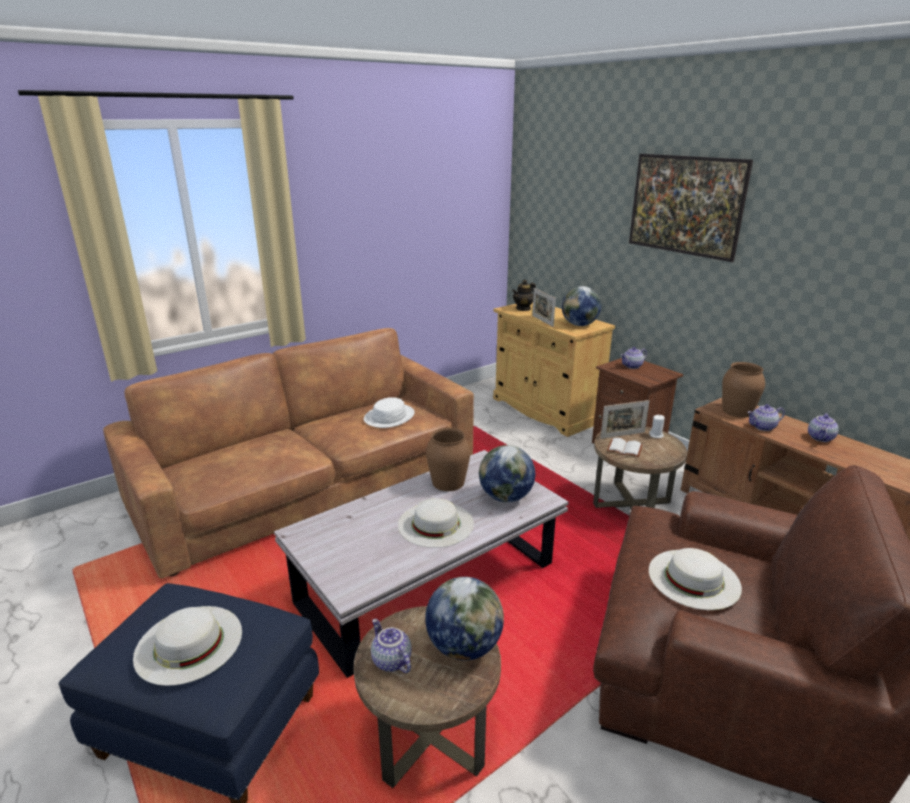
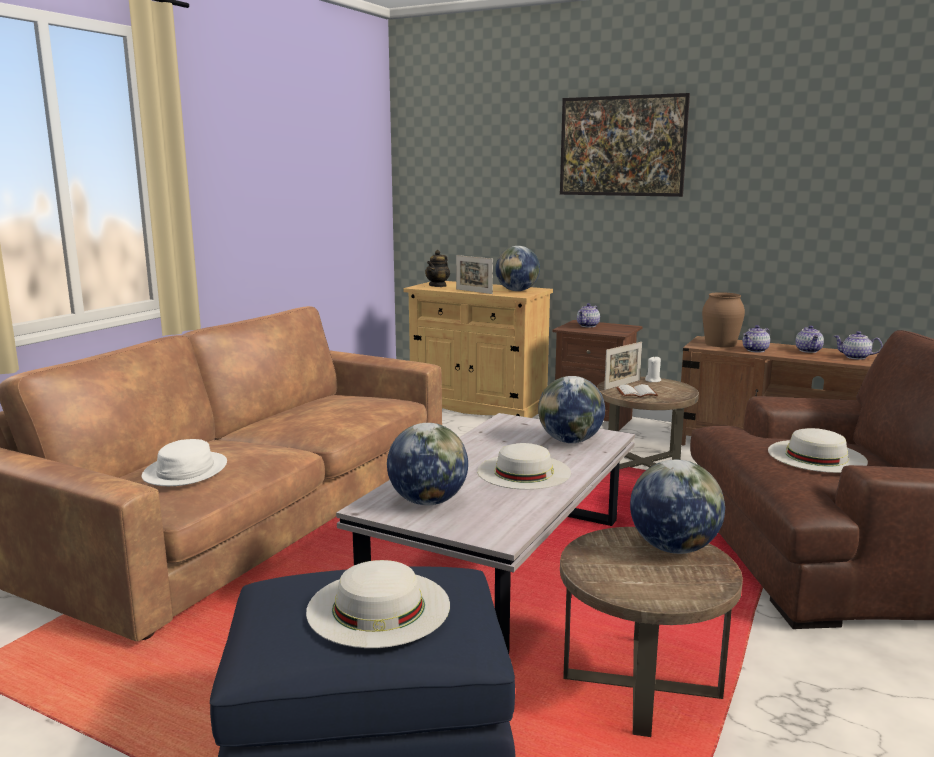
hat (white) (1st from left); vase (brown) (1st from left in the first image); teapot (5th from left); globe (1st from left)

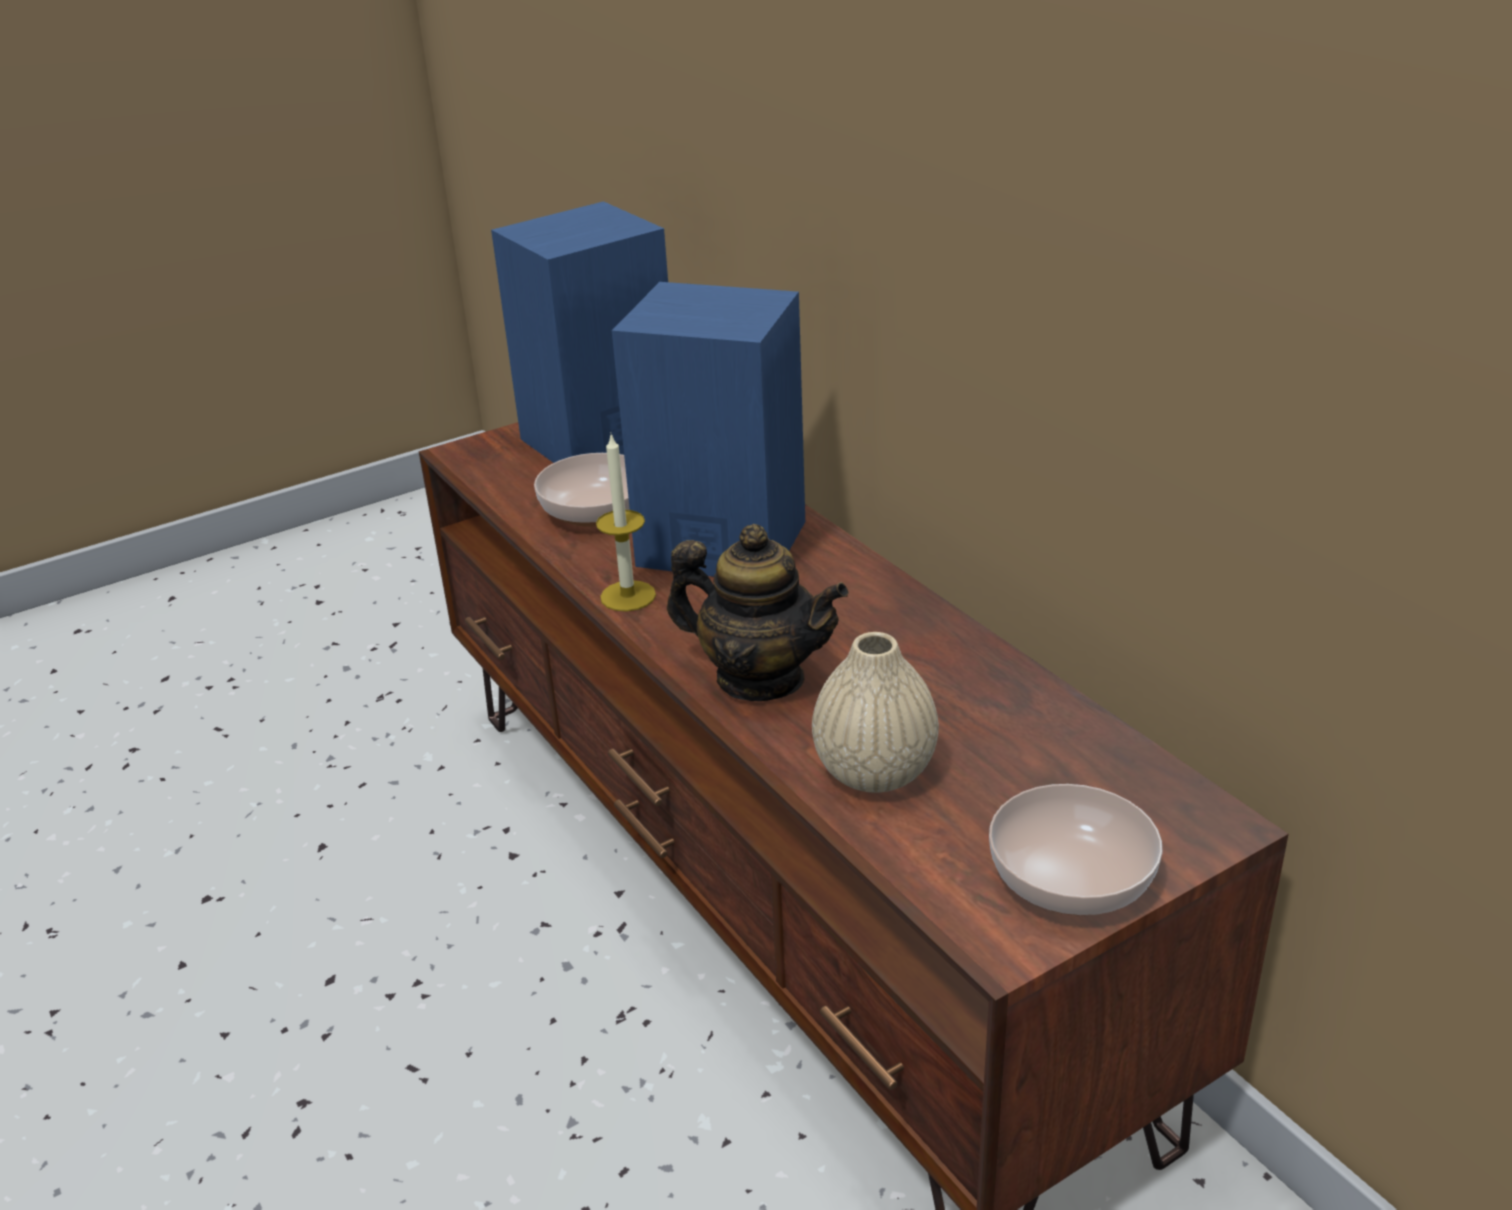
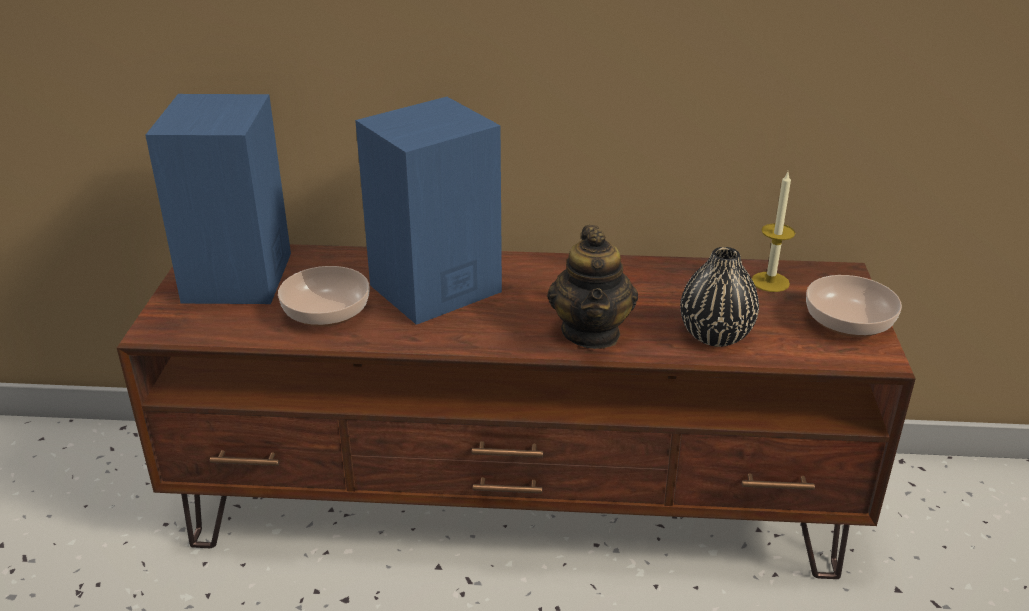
candle; teapot; vase (black)

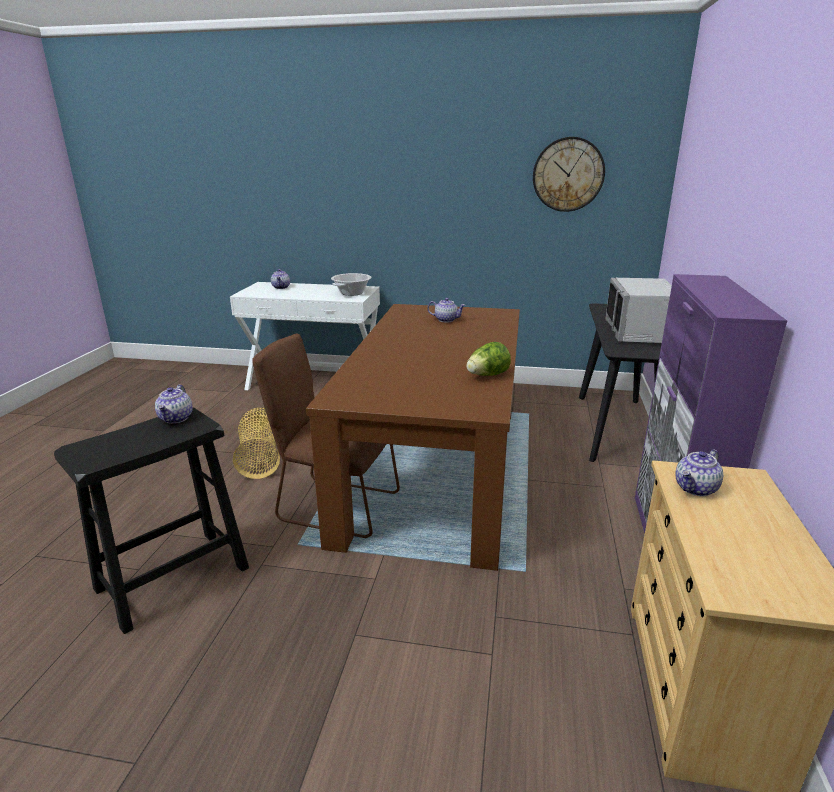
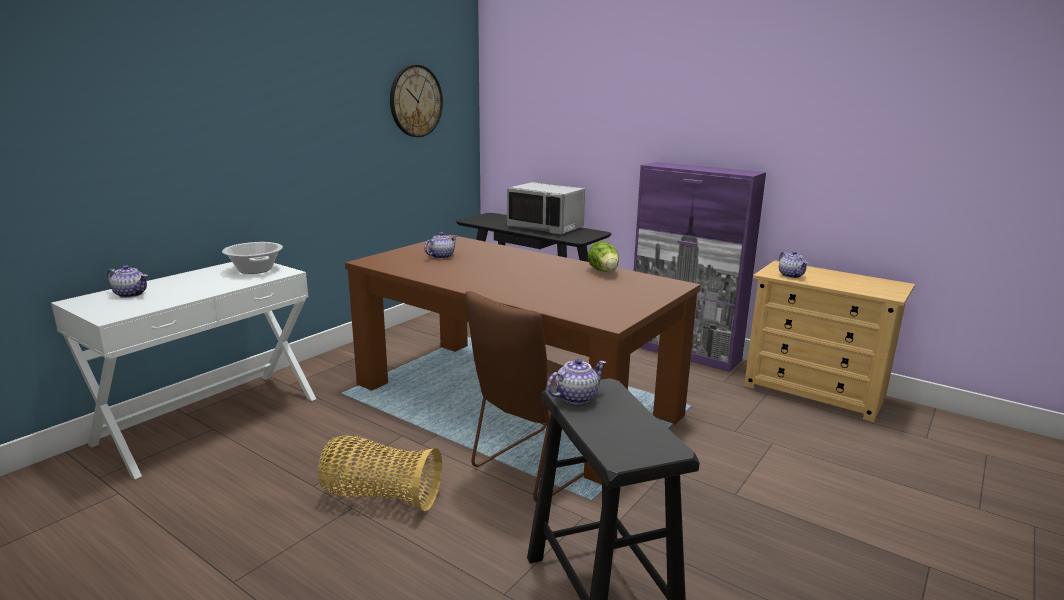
teapot (3rd from left)

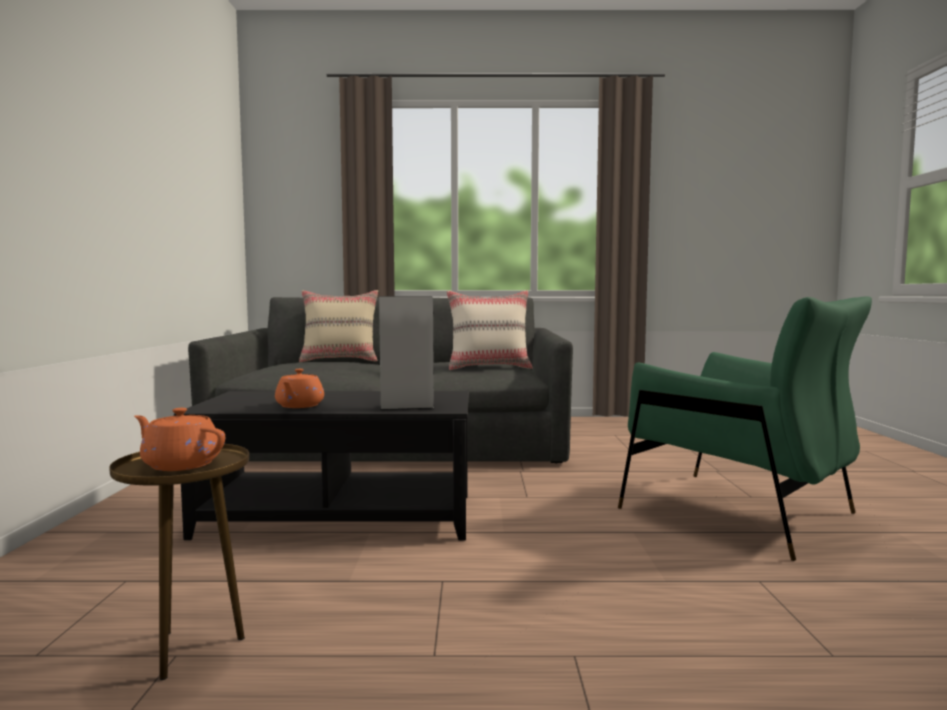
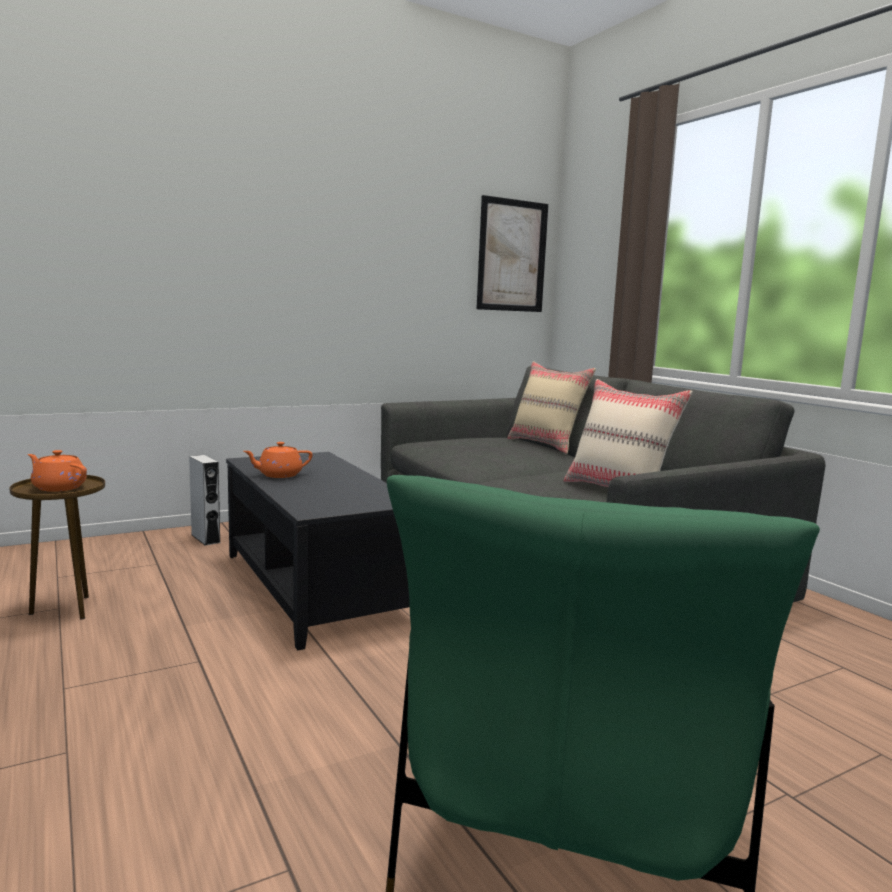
speaker (grey); teapot (orange) (1st from left); picture

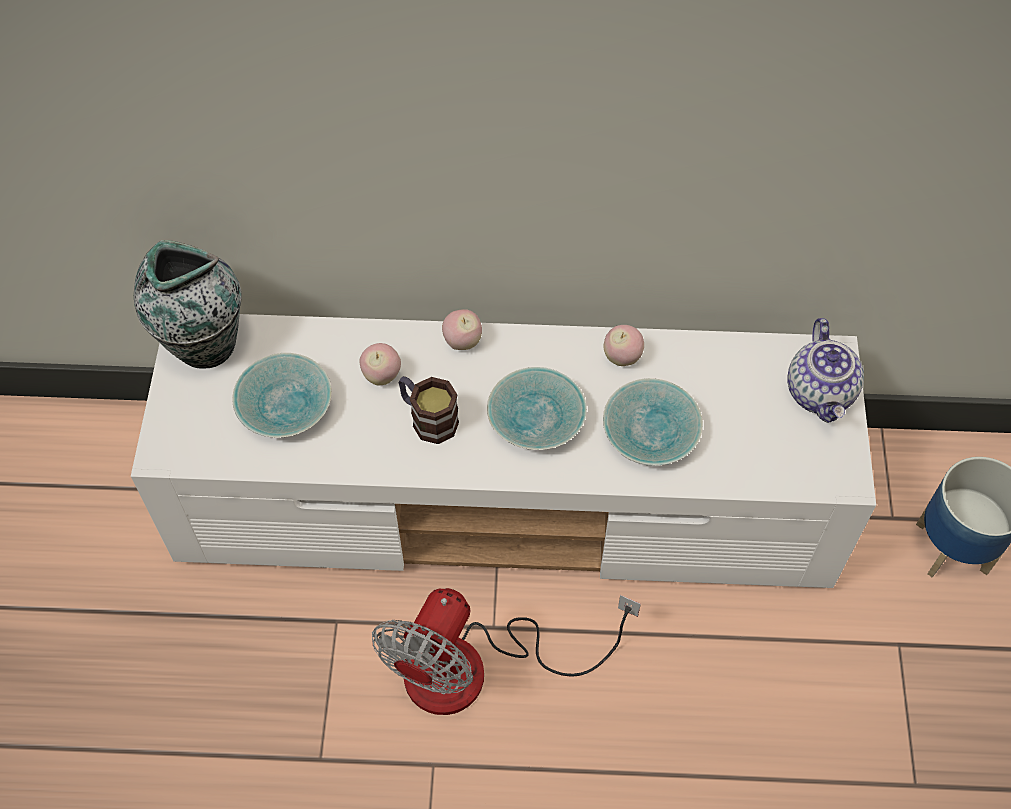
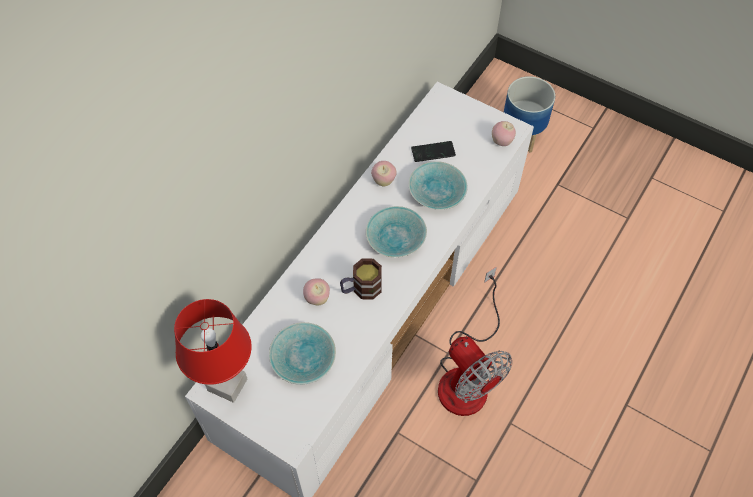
table lamp (red); apple (3rd from left); teapot; phone

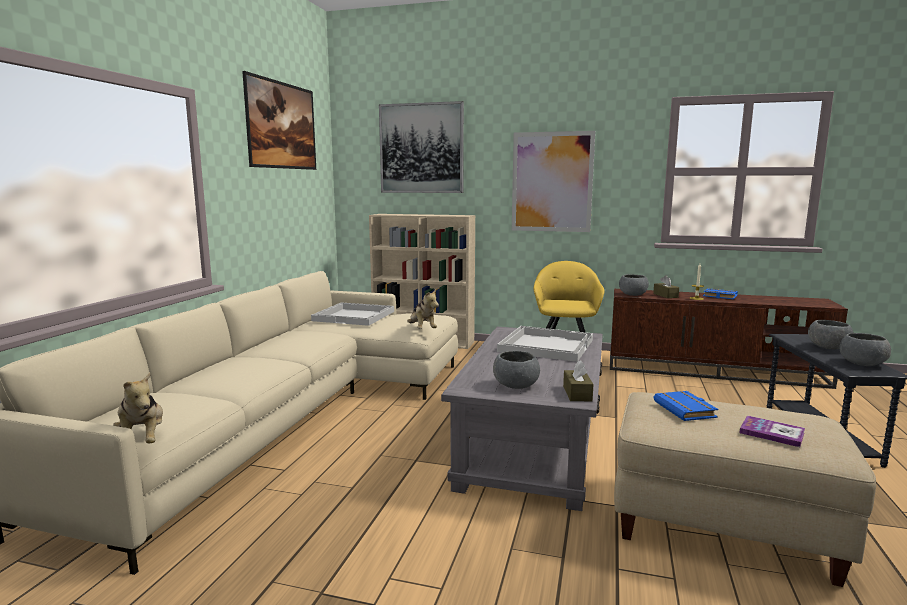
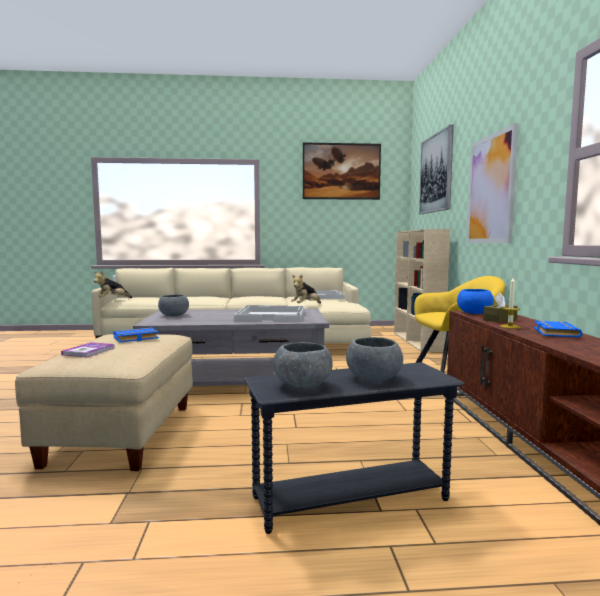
bowl (blue); tissue box (brown) (1st from left in the first image)

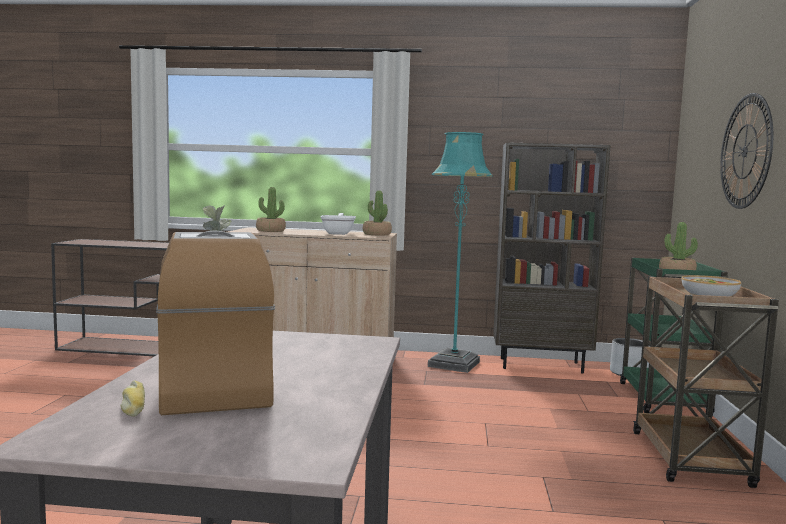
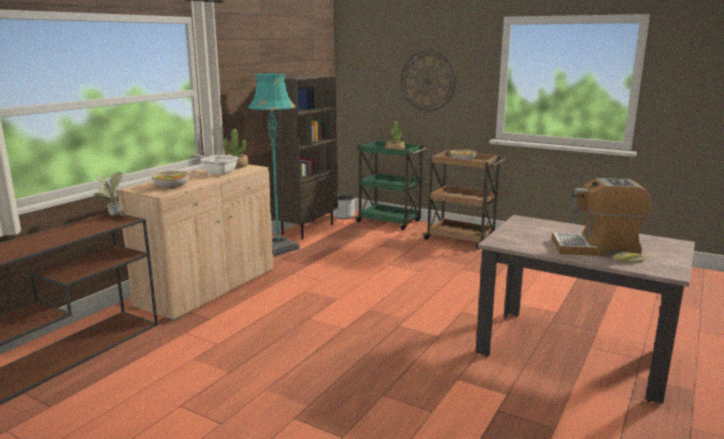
bowl (1st from left)

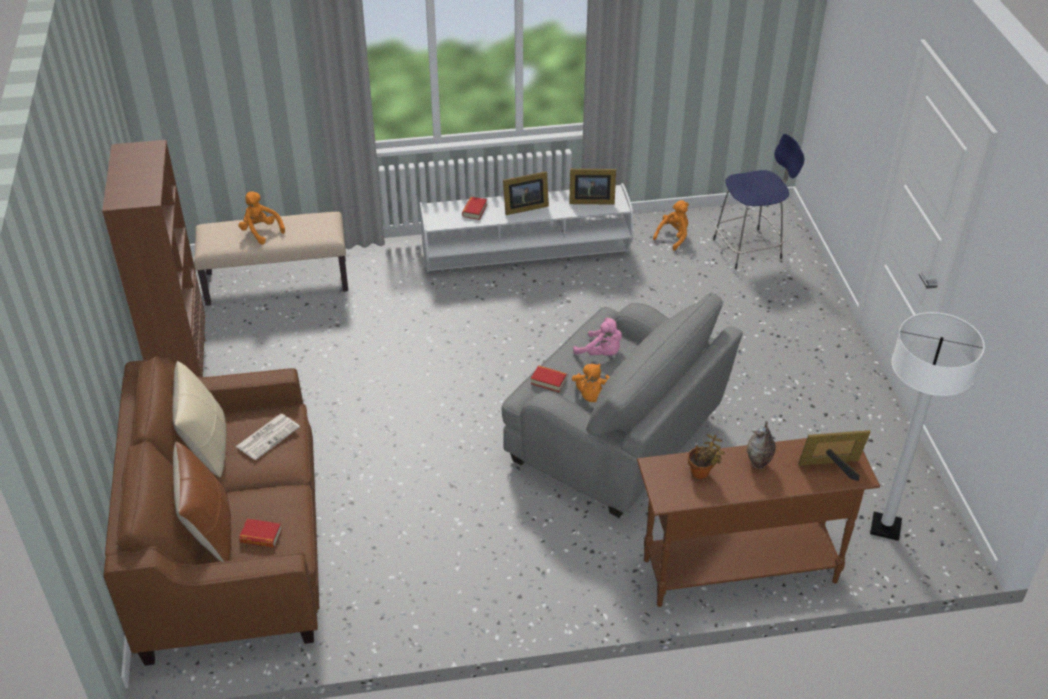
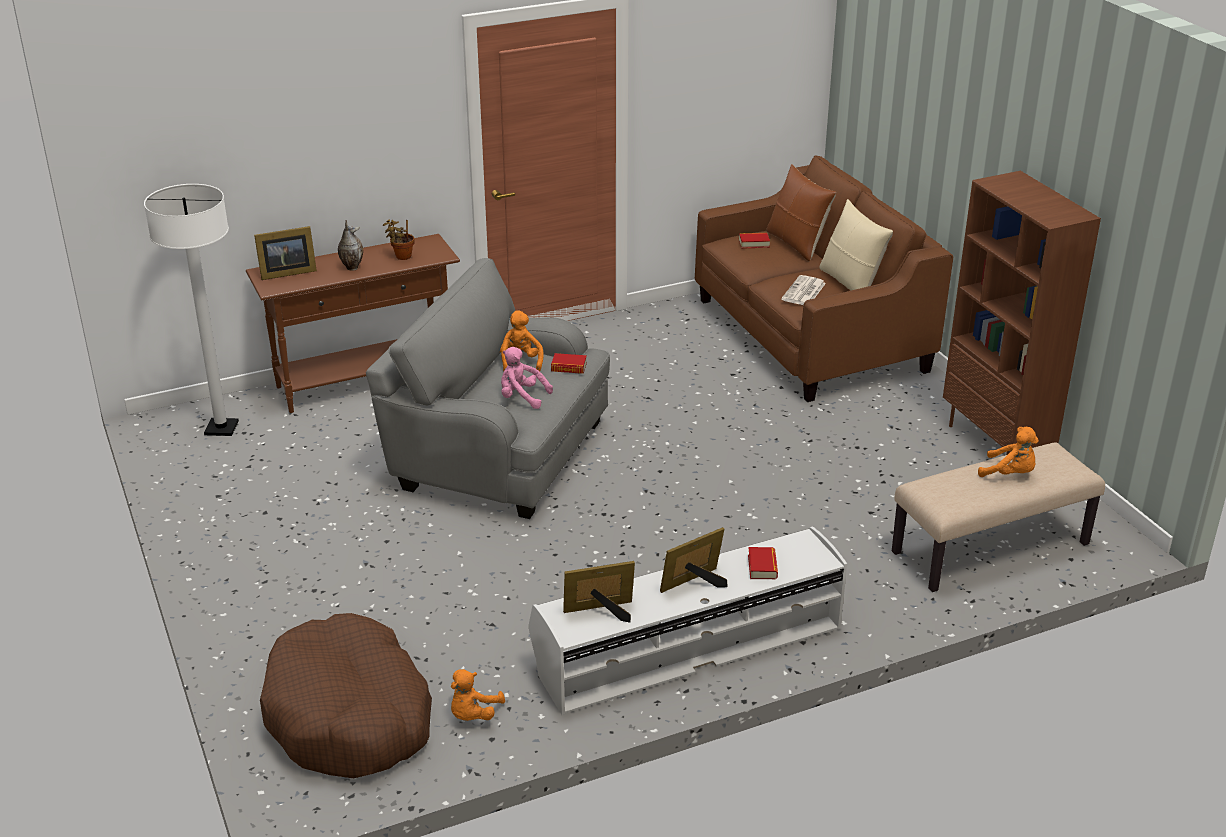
dog bed (brown)

